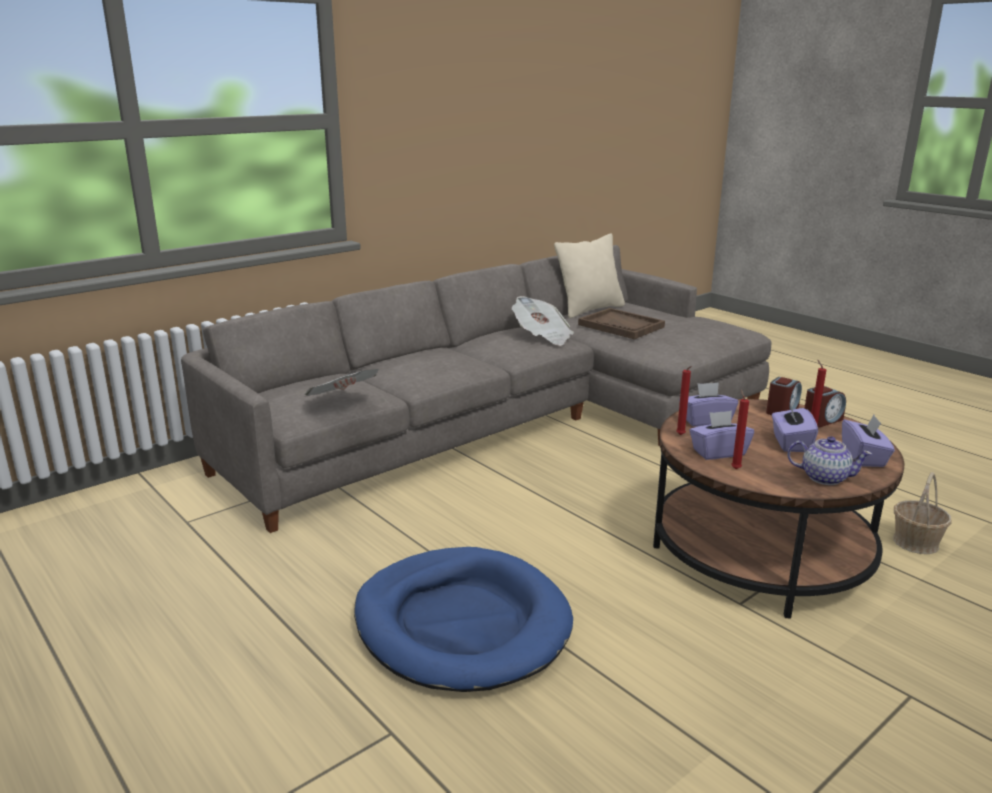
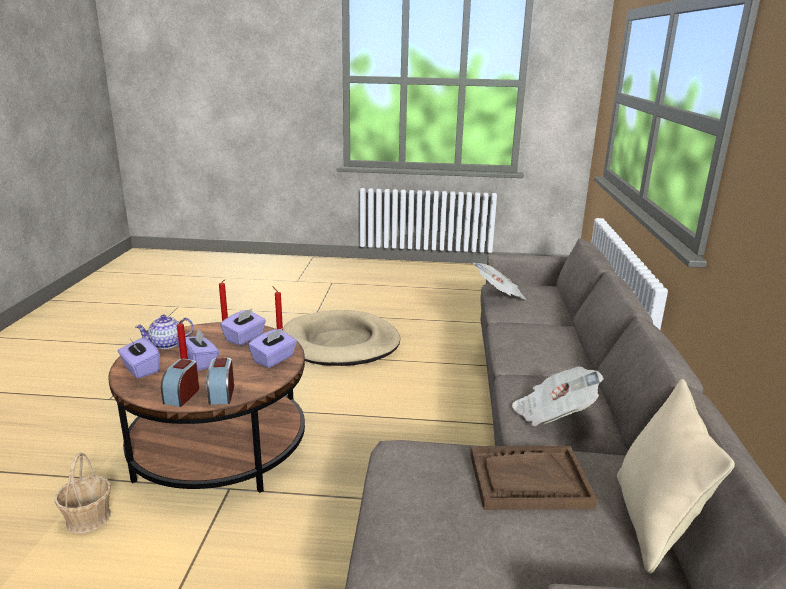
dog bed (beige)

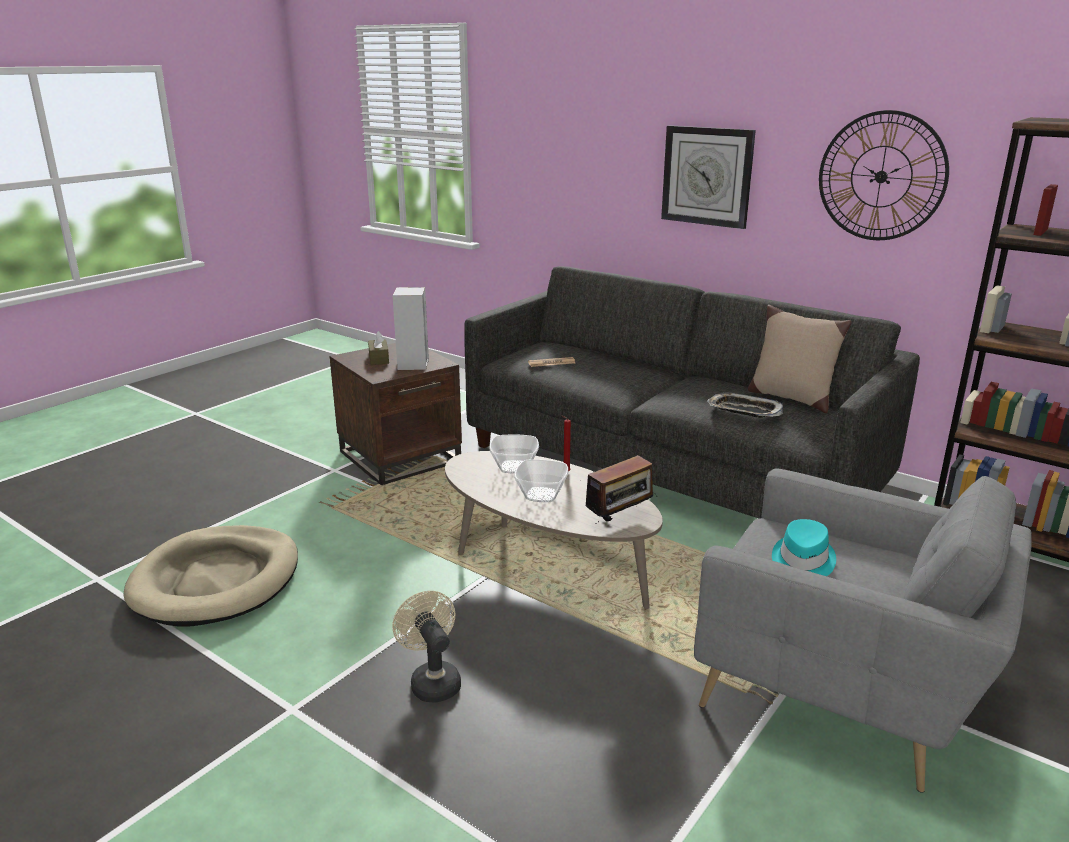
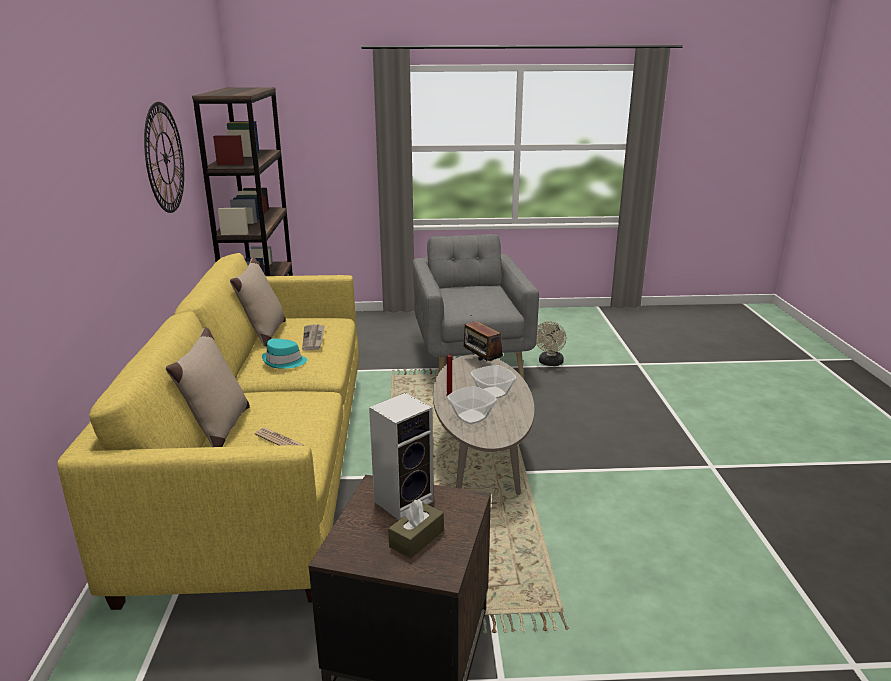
wall clock (1st from left in the first image); sofa (yellow); newspaper (2nd from left); radio; hat (turquoise); dog bed (beige); fan (beige); pillow (beige) (1st from left)

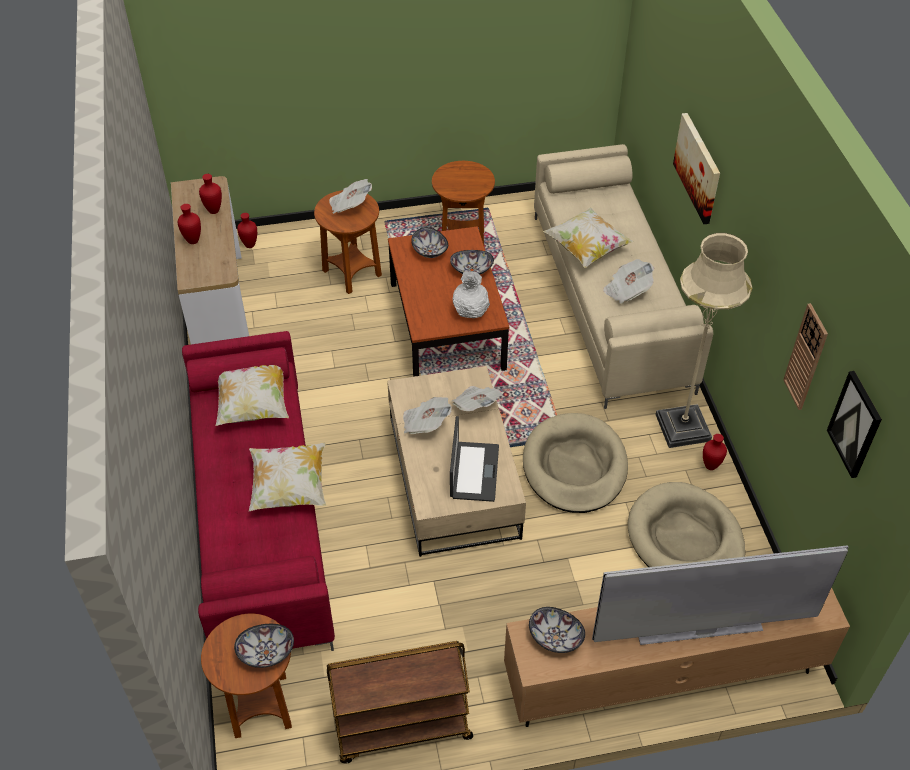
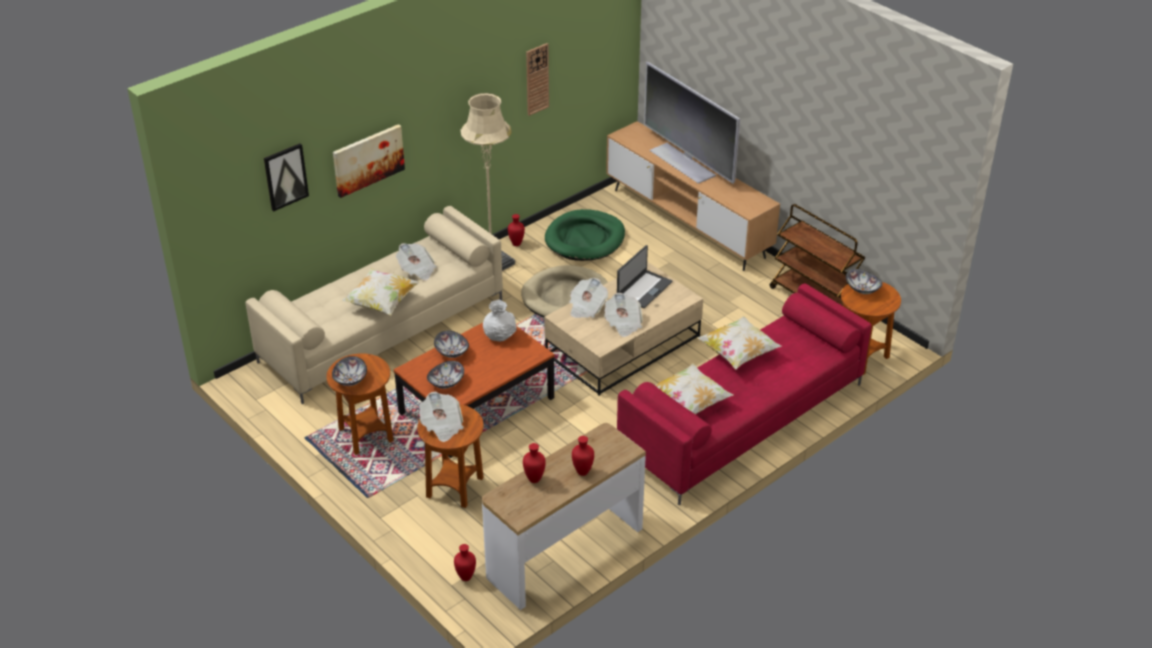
picture (1st from left); laptop; dog bed (green); bowl (1st from left)

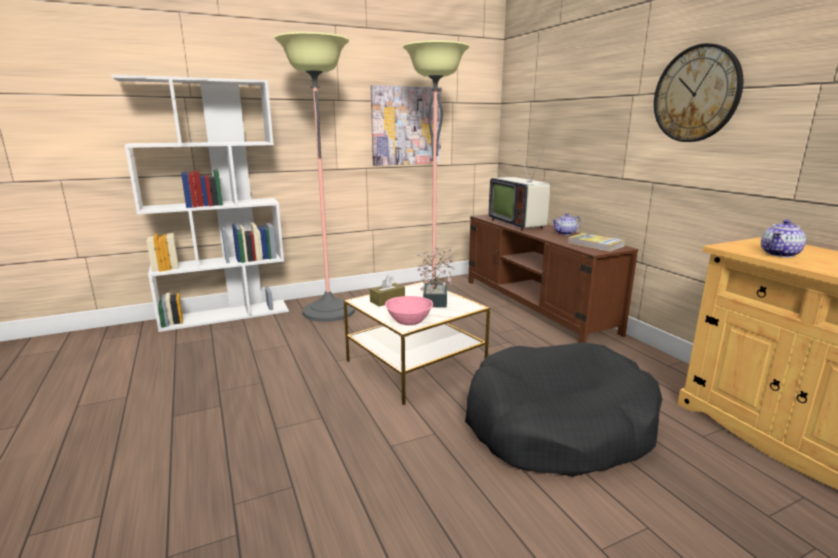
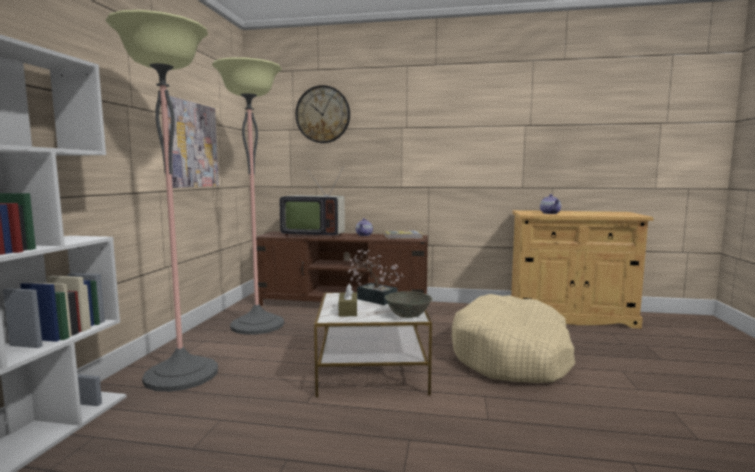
wall clock; bowl (grey); dog bed (beige)

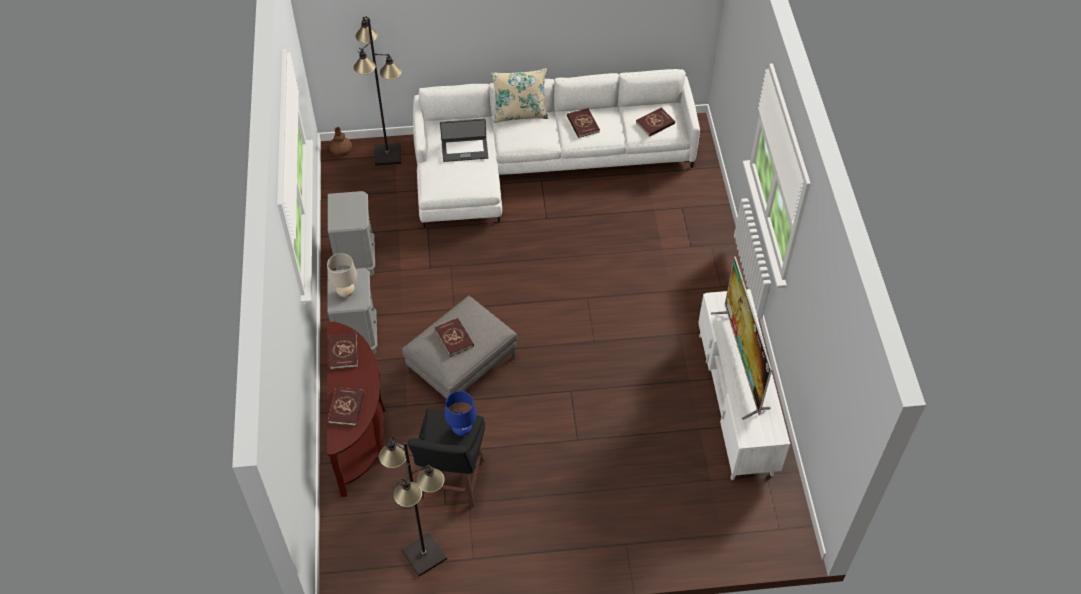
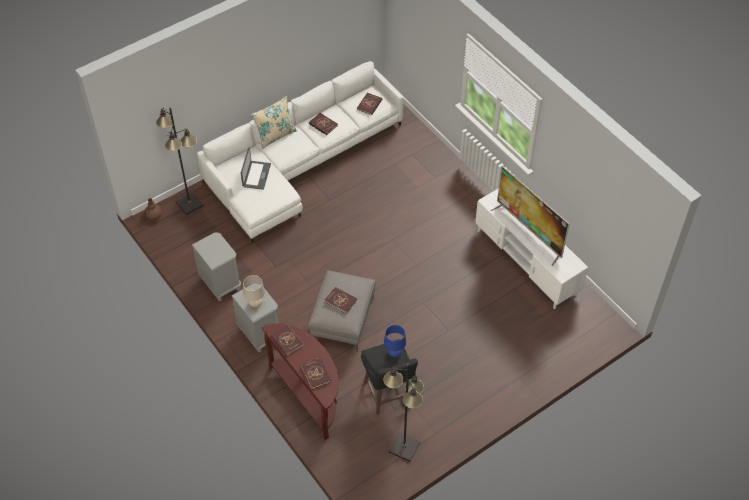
laptop

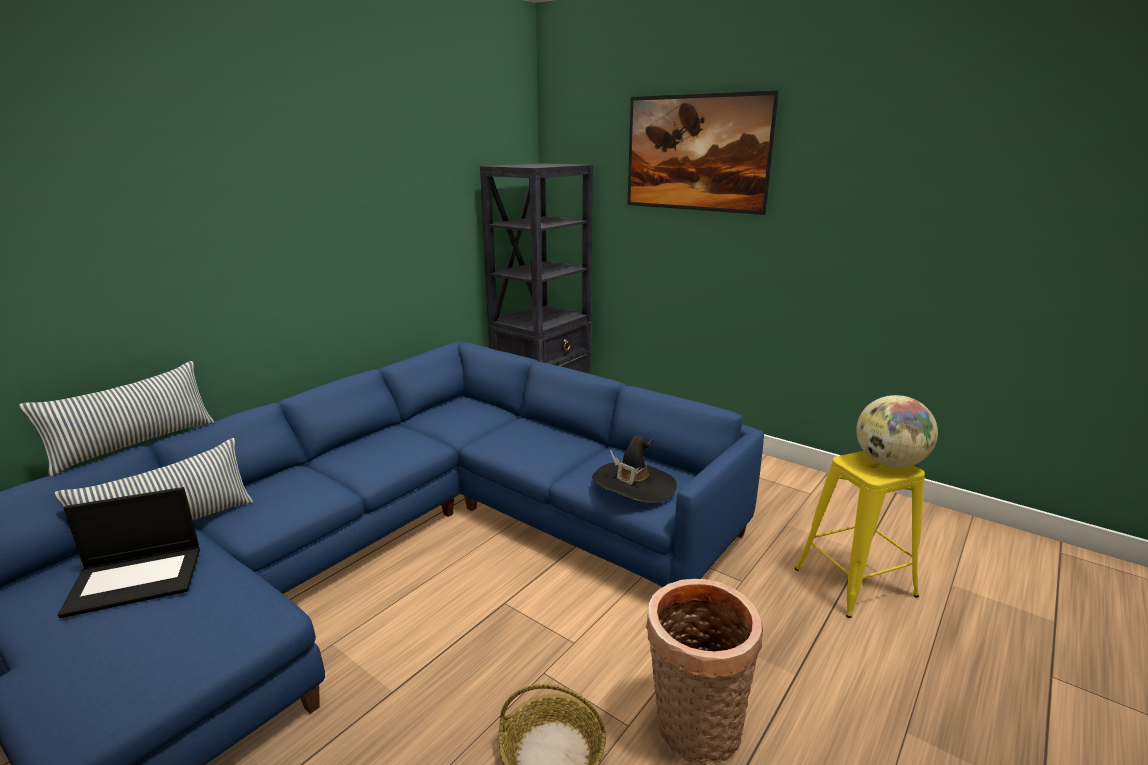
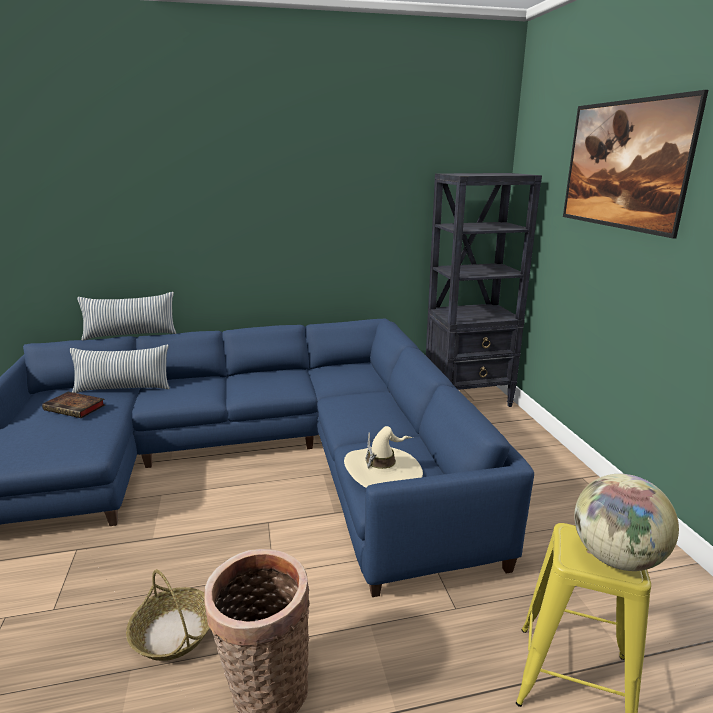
hat (beige); book

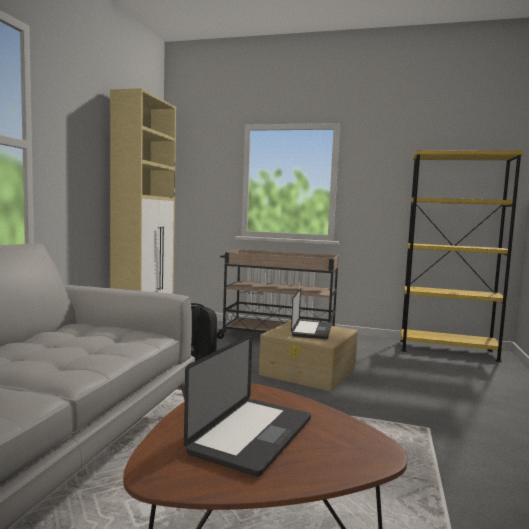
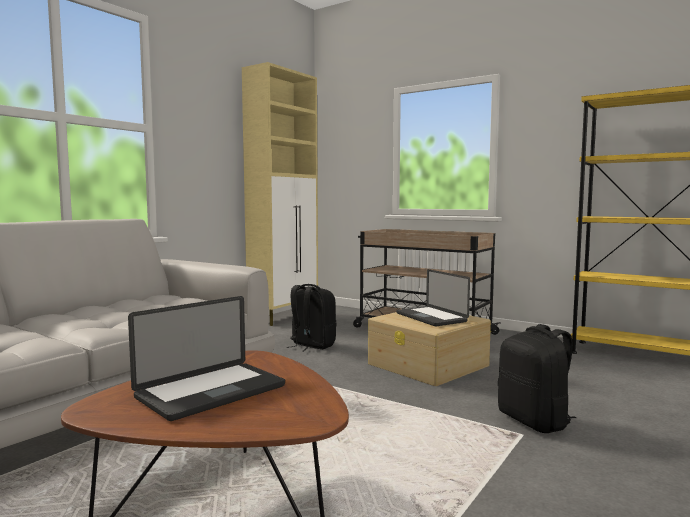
laptop (2nd from left); backpack (black) (2nd from left)

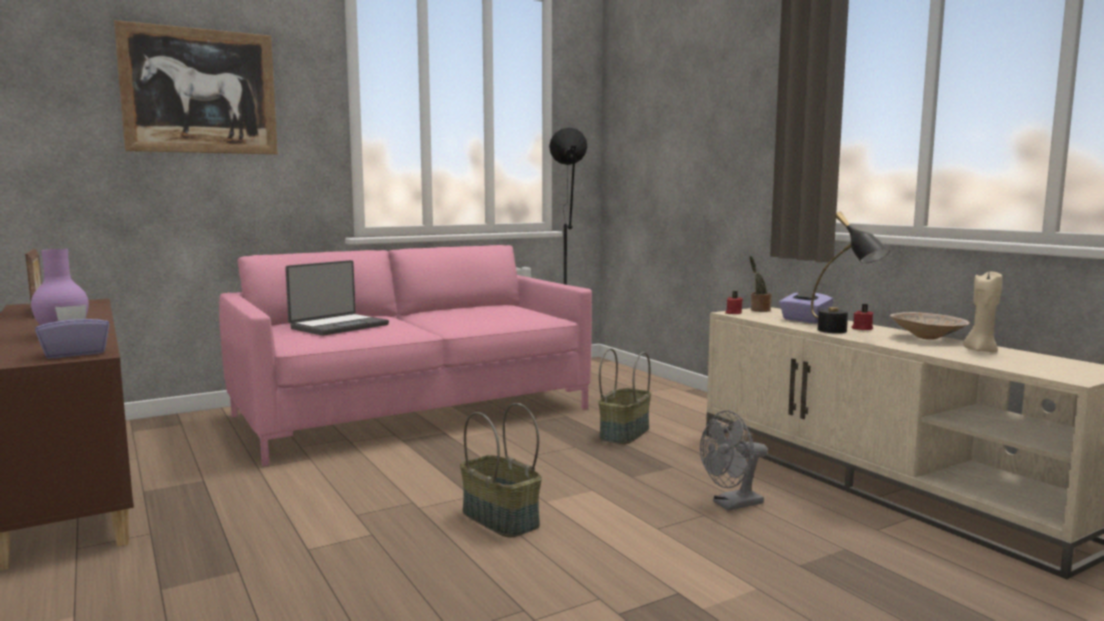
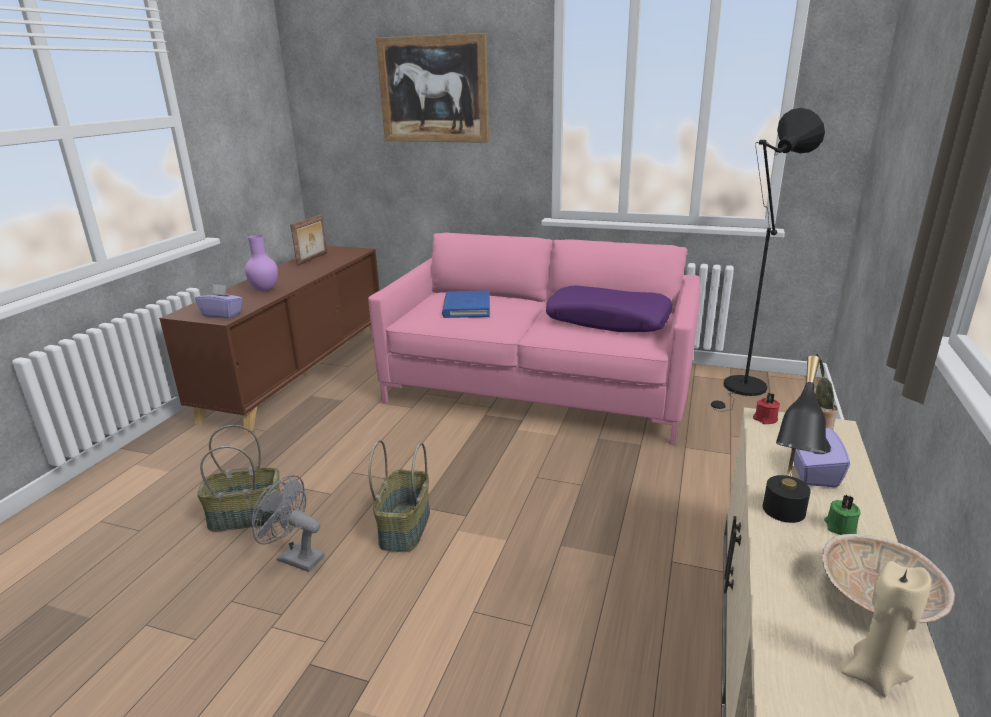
book (blue); candle (green); basket (1st from left); fan (grey); pillow (purple)

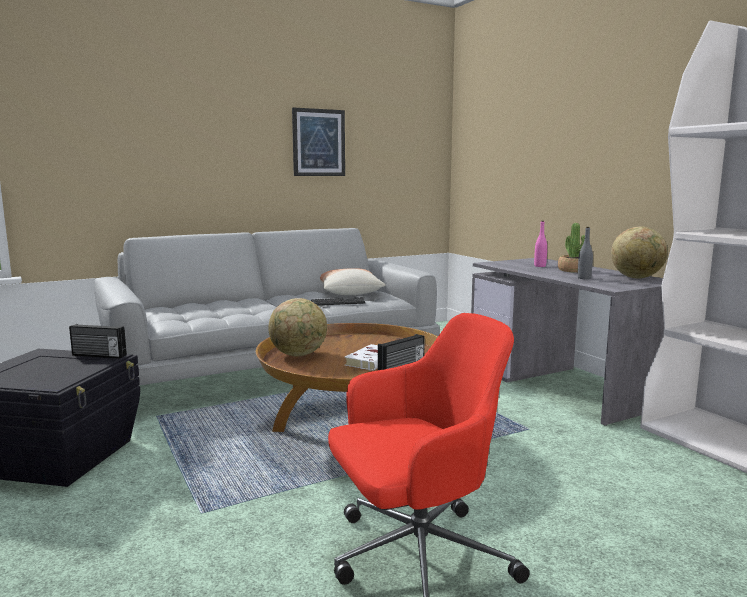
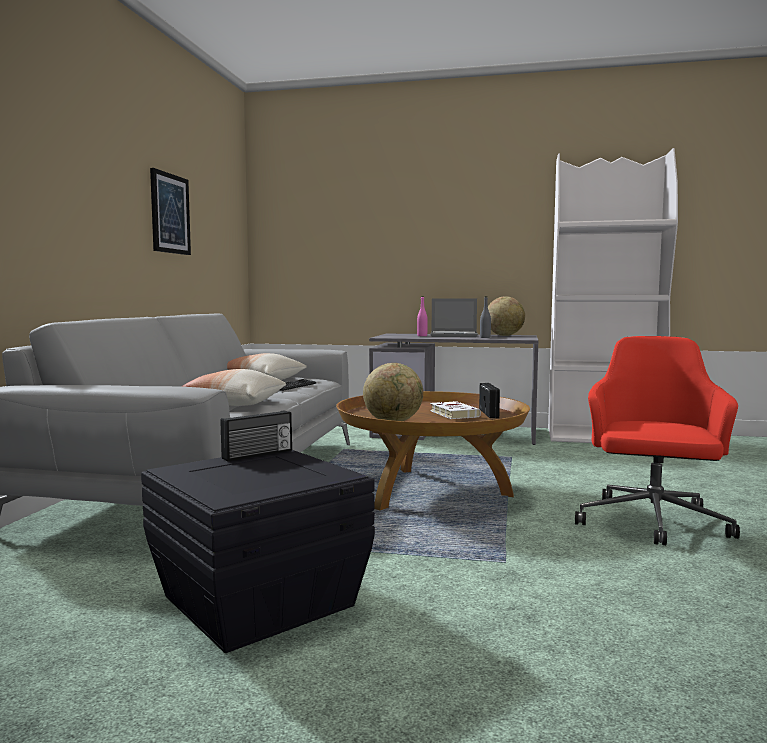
laptop; pillow (1st from left)

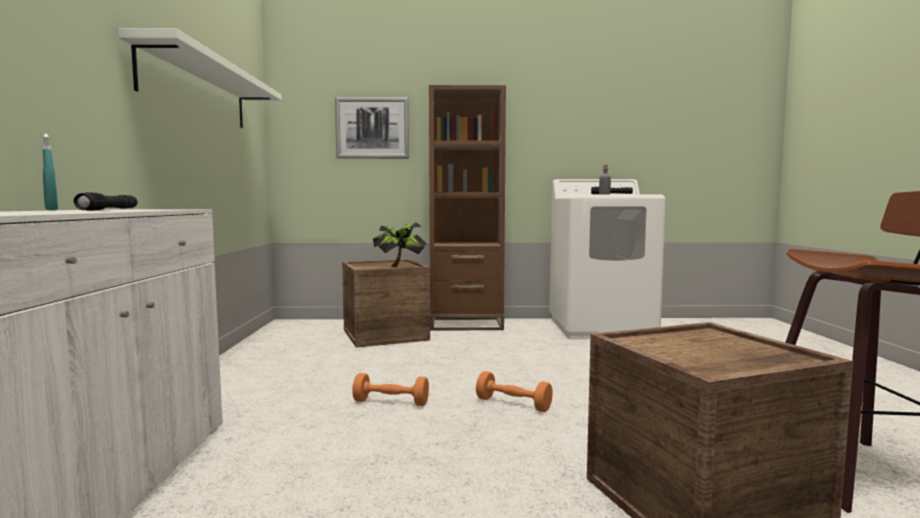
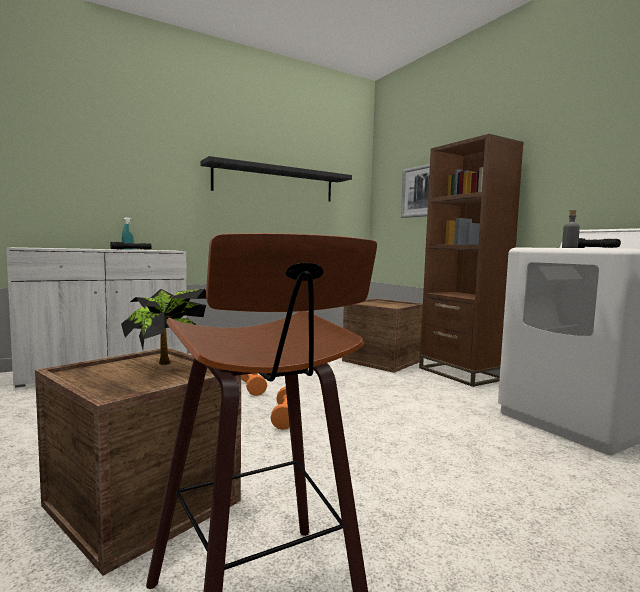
shelf (black); potted plant

